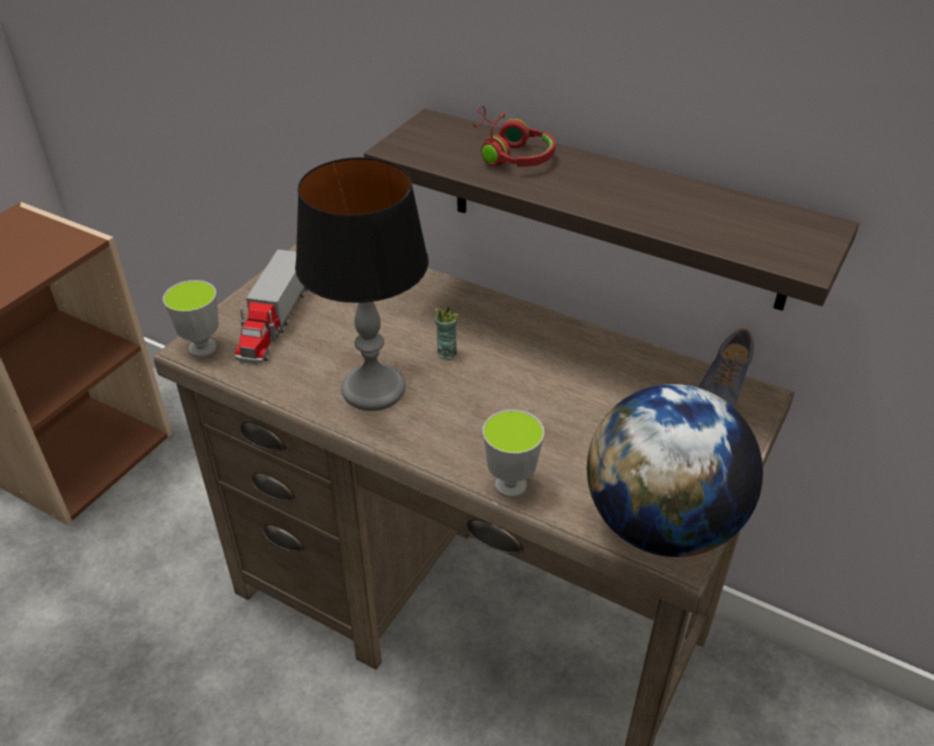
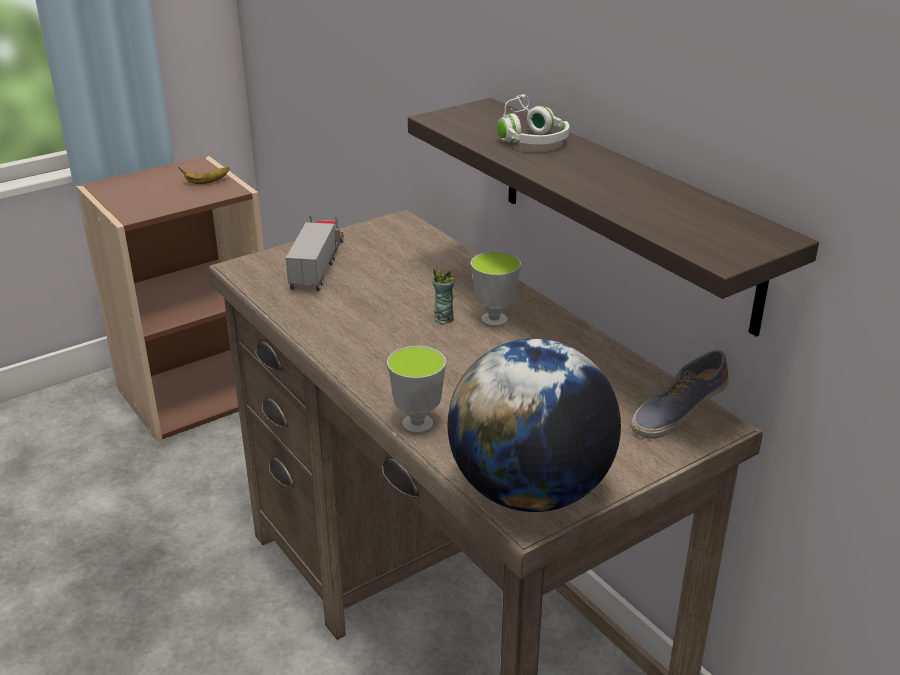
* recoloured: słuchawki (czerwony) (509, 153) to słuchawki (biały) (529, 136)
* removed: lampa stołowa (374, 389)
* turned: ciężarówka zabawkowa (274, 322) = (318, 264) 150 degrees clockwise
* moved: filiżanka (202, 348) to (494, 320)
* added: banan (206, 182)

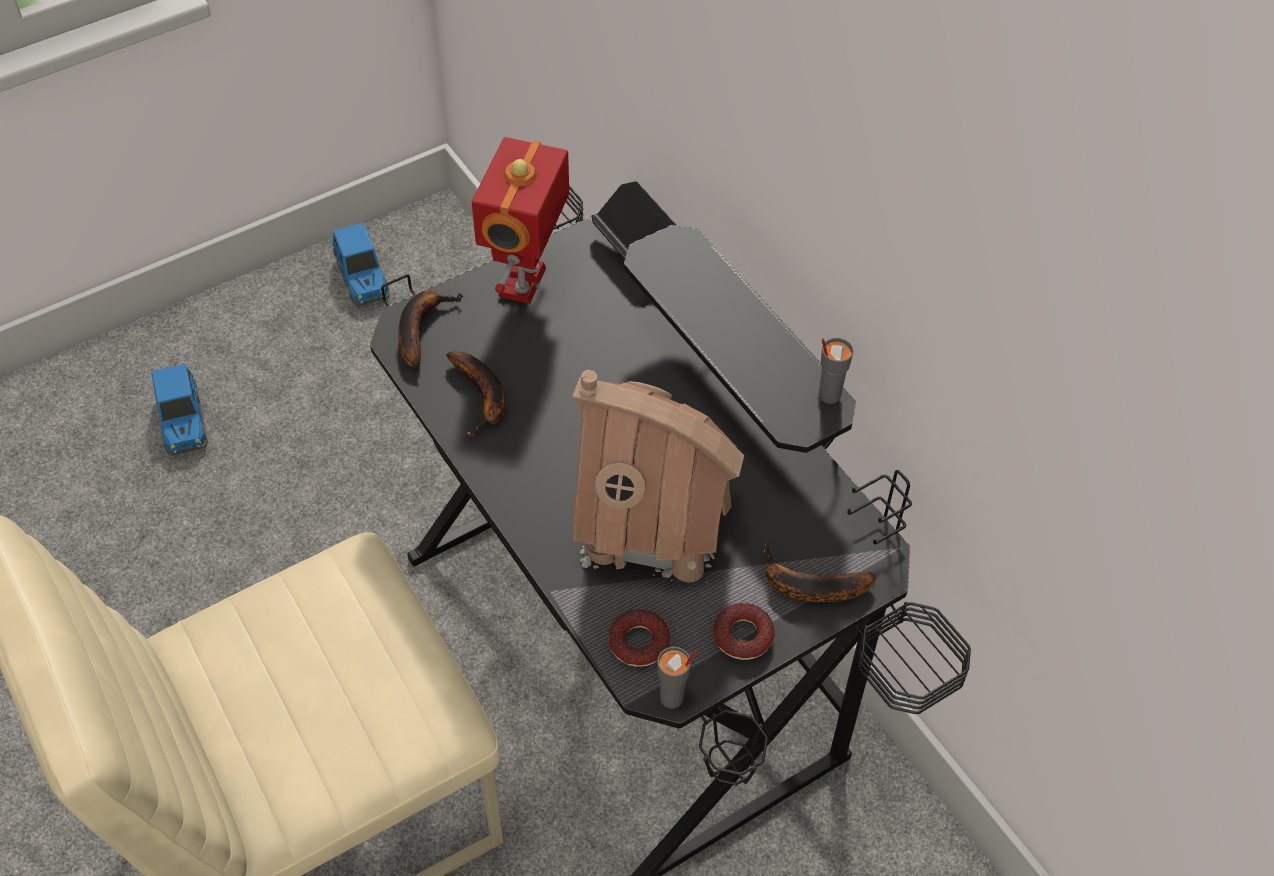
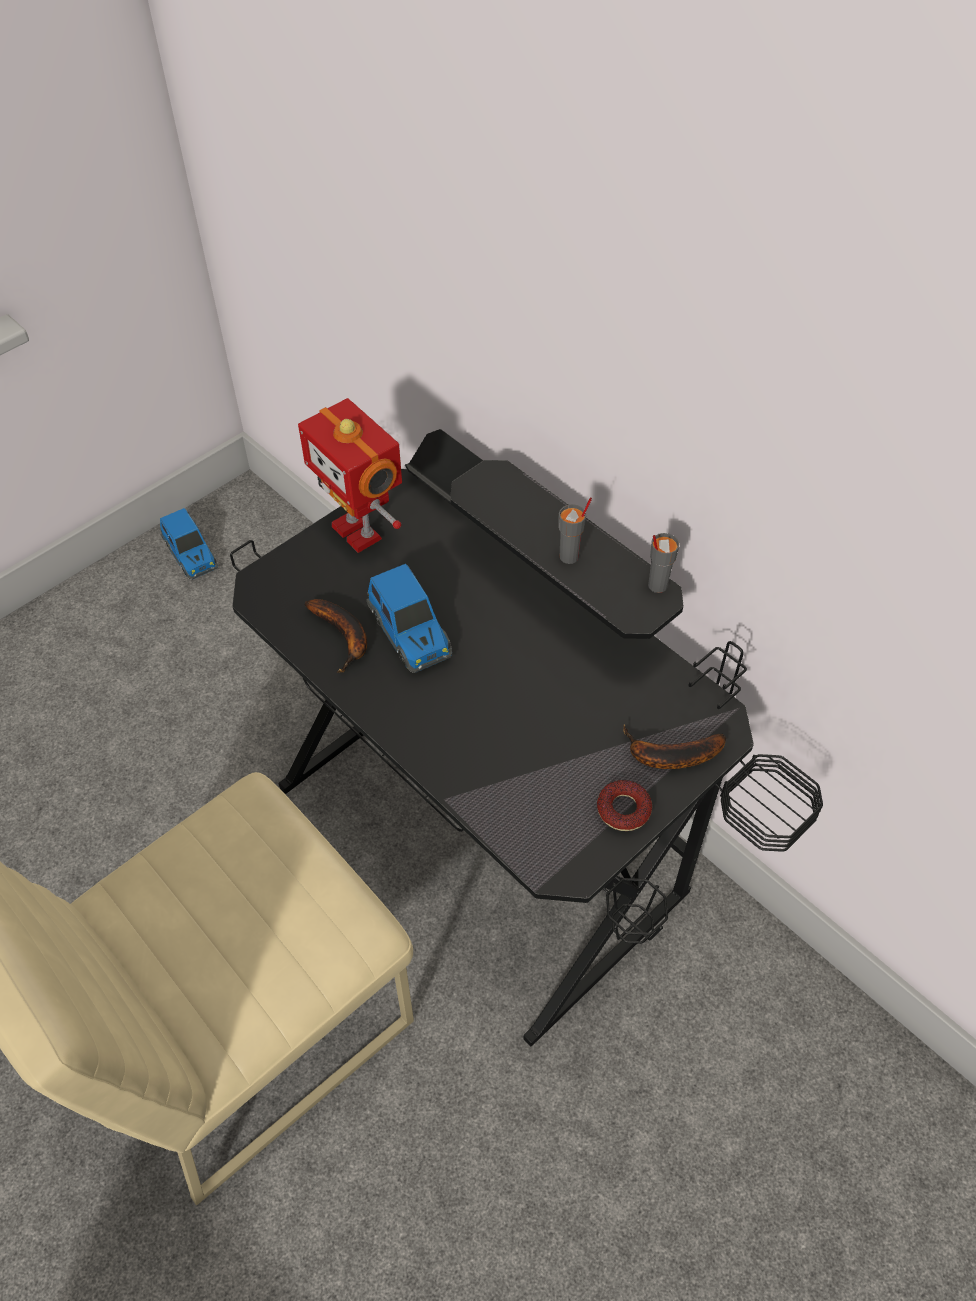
* turned: robot zabawkowy (526, 283) = (359, 531) 45 degrees counterclockwise
* removed: banan (421, 328)
* moved: samochodzik (183, 422) to (410, 633)
* removed: domek (653, 524)
* removed: donut (639, 643)
* moved: filiżanka (szary) (672, 698) to (569, 557)

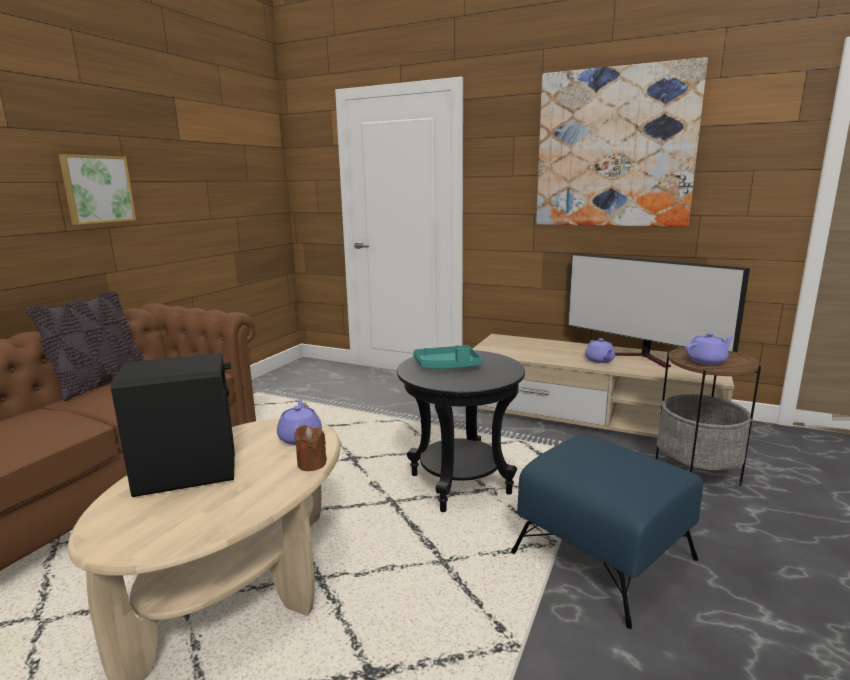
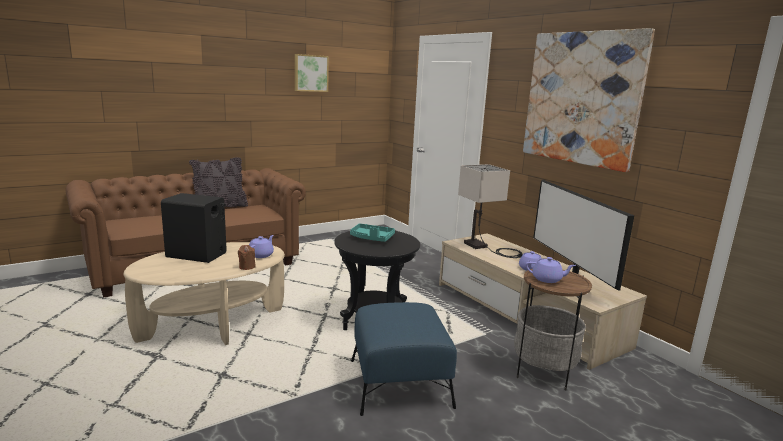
* moved: obraz (97, 189) to (310, 73)
* added: lampa stołowa (489, 249)

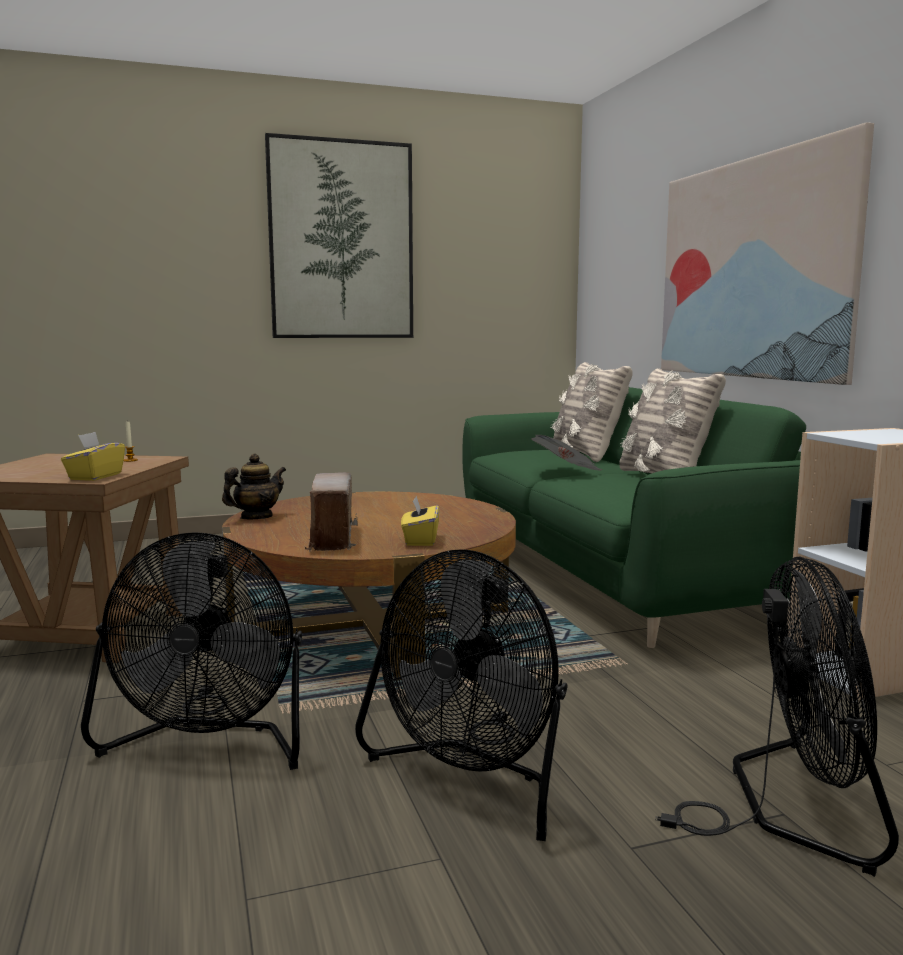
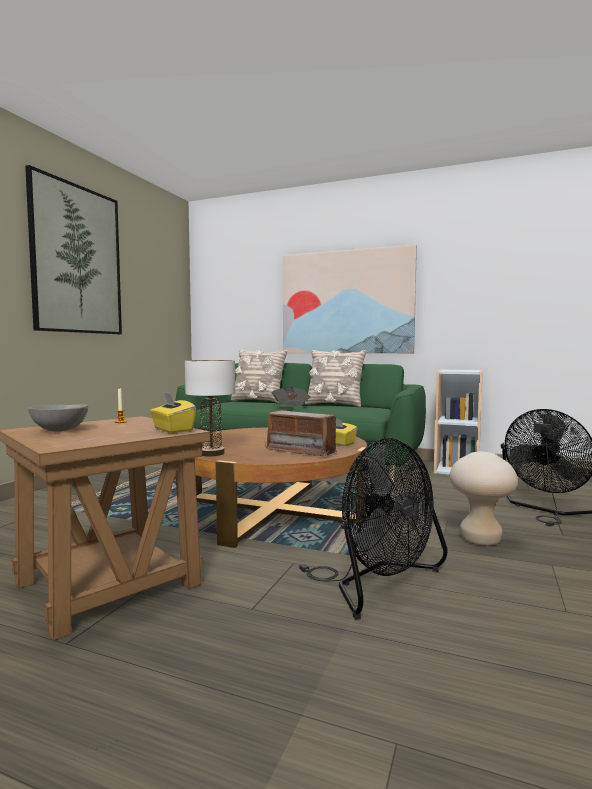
* replaced: imbryk (256, 517) to lampa stołowa (211, 453)
* replaced: wentylator (czarny) (471, 774) to stołek (beżowy) (480, 540)
* added: miska (szary) (59, 430)

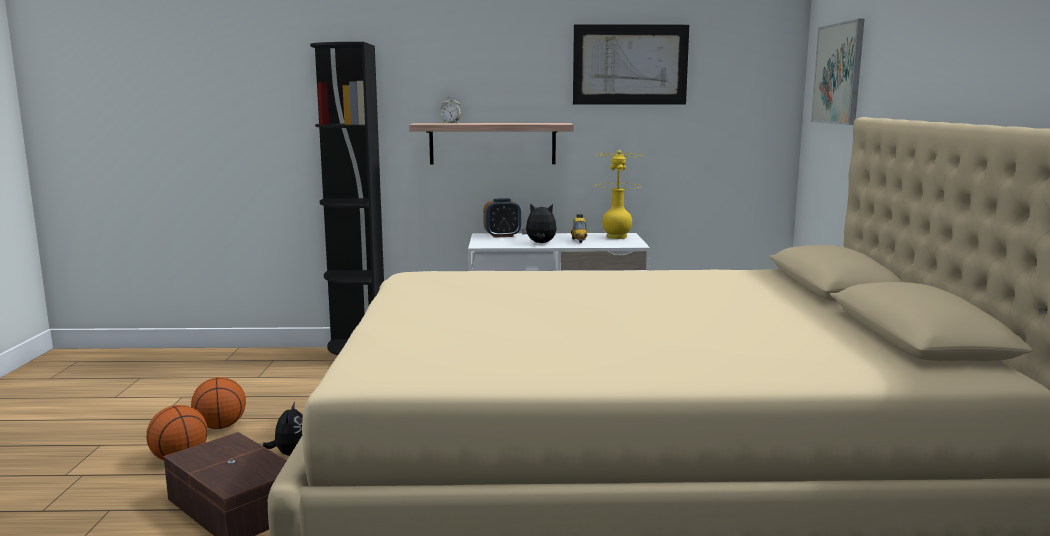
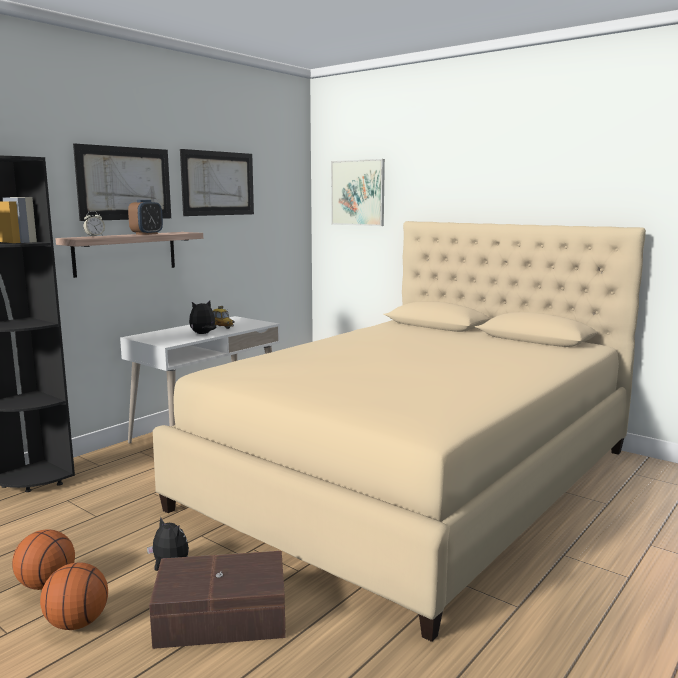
* removed: lampa stołowa (żółty) (616, 237)
* moved: budzik (502, 236) to (147, 234)
* added: obraz (125, 183)

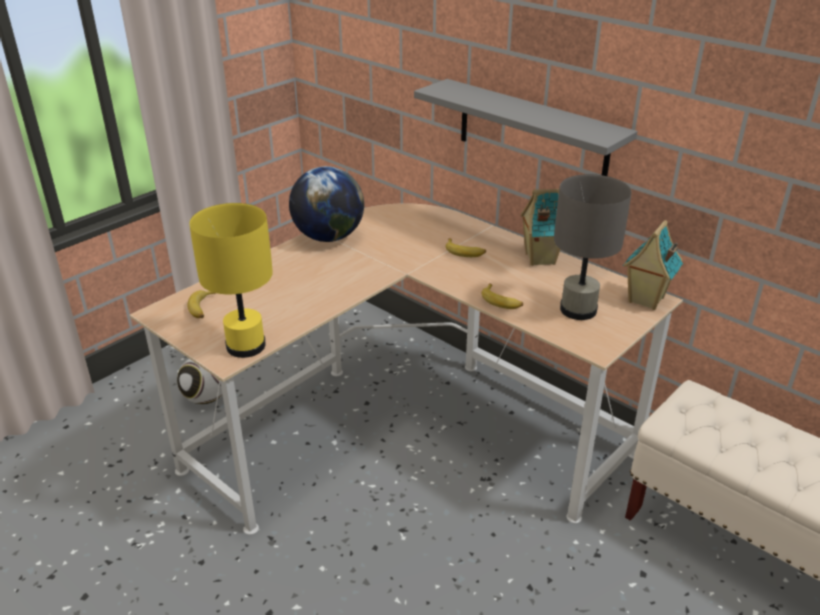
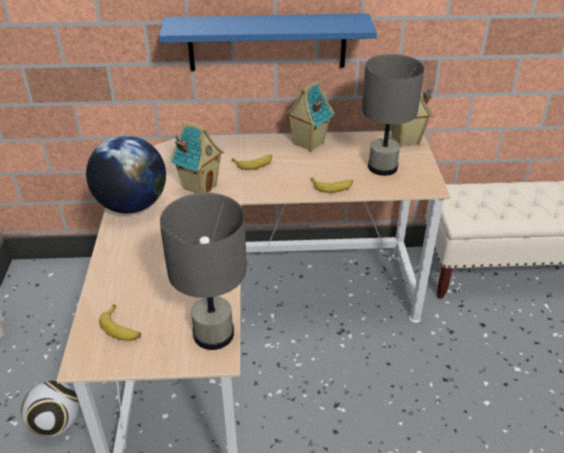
* recoloured: półka (szary) (532, 132) to półka (niebieski) (267, 42)
* recoloured: lampa stołowa (żółty) (245, 346) to lampa stołowa (szary) (212, 334)
* added: domek (199, 187)

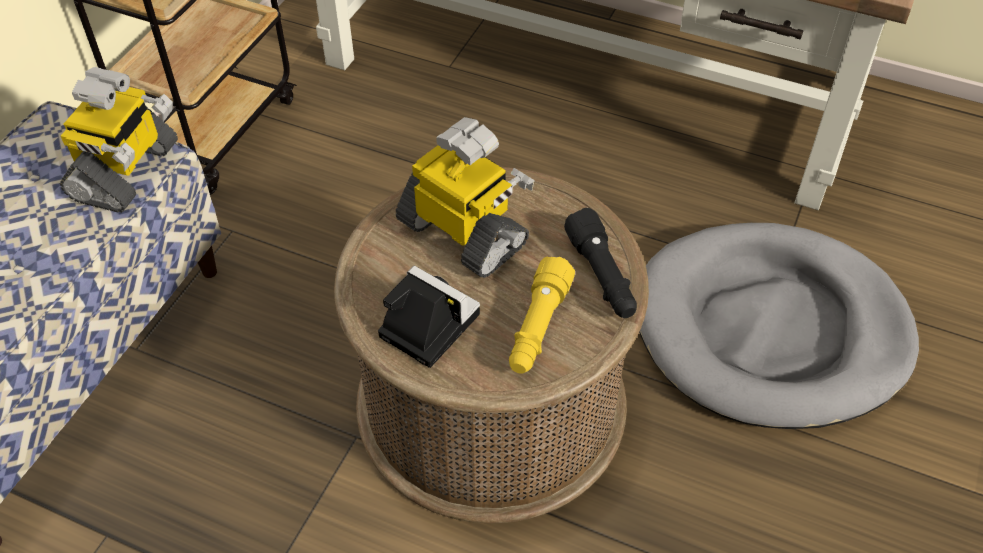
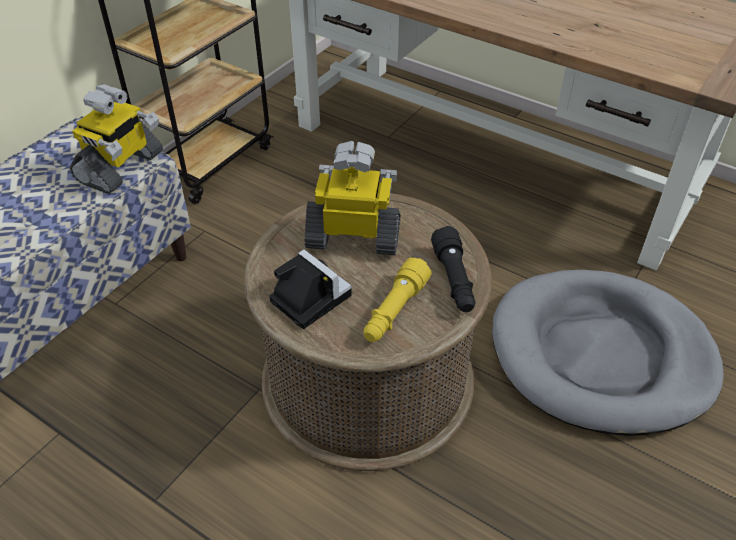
* turned: robot zabawkowy (465, 233) = (354, 236) 45 degrees counterclockwise

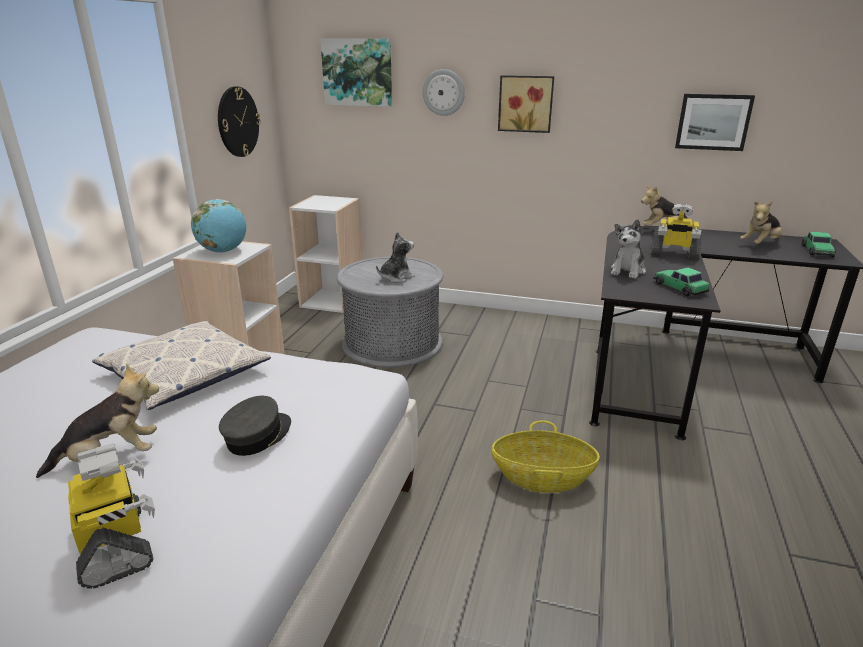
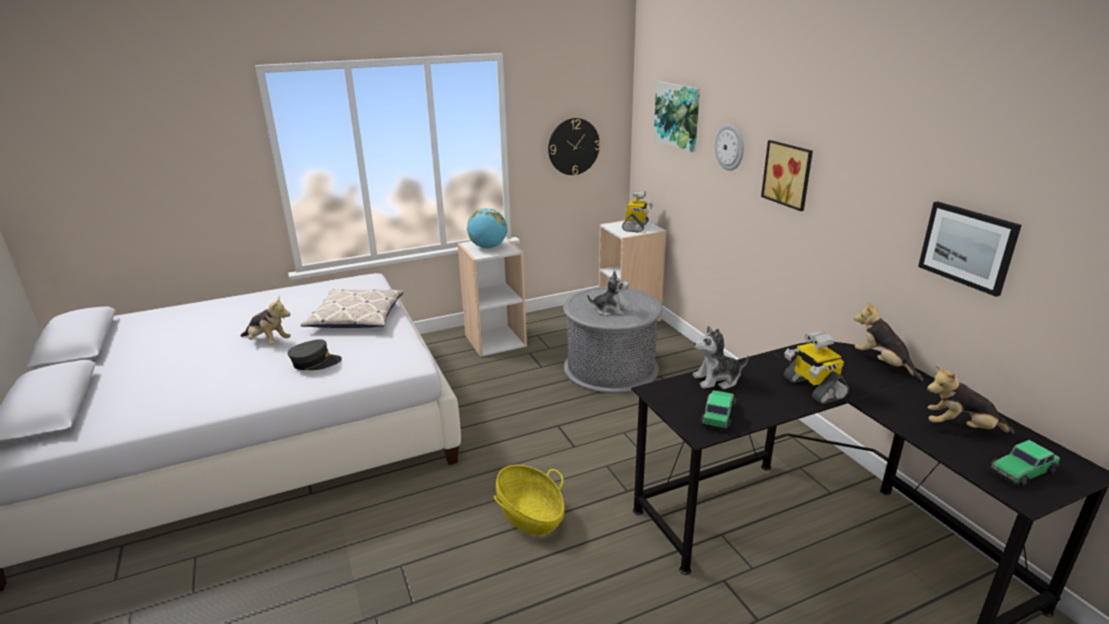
* moved: robot zabawkowy (117, 545) to (636, 227)

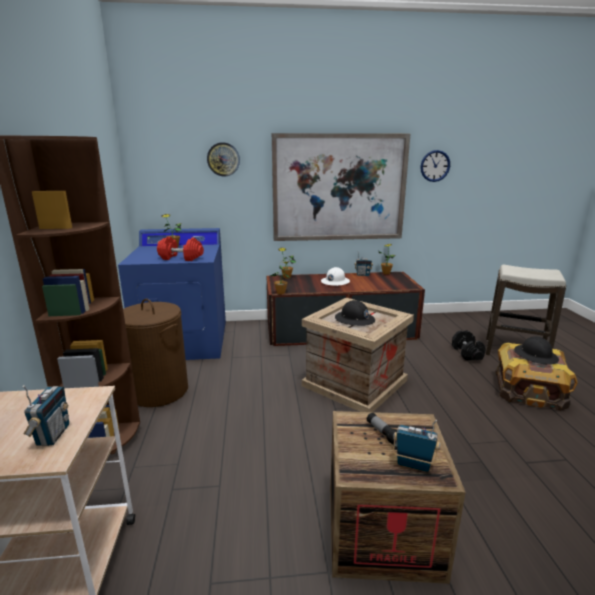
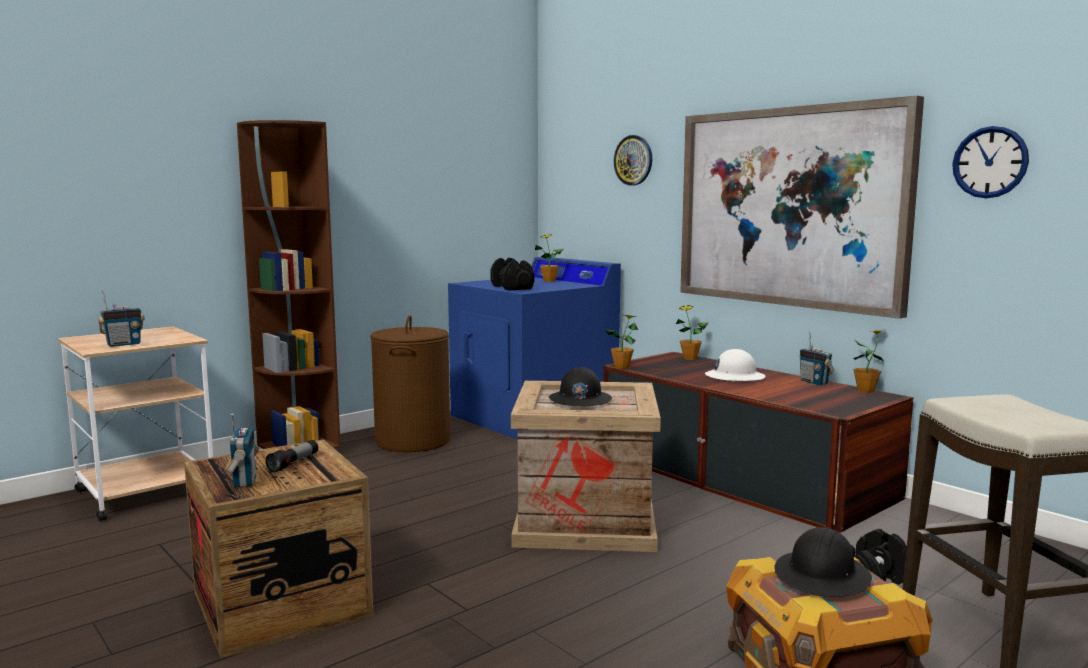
* recoloured: hantel (czerwony) (181, 258) to hantel (czarny) (512, 287)

